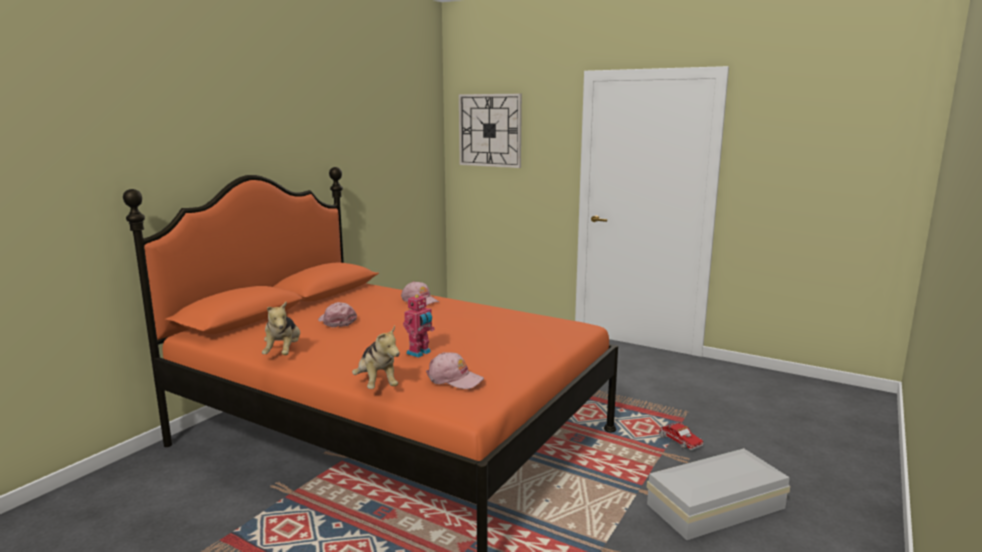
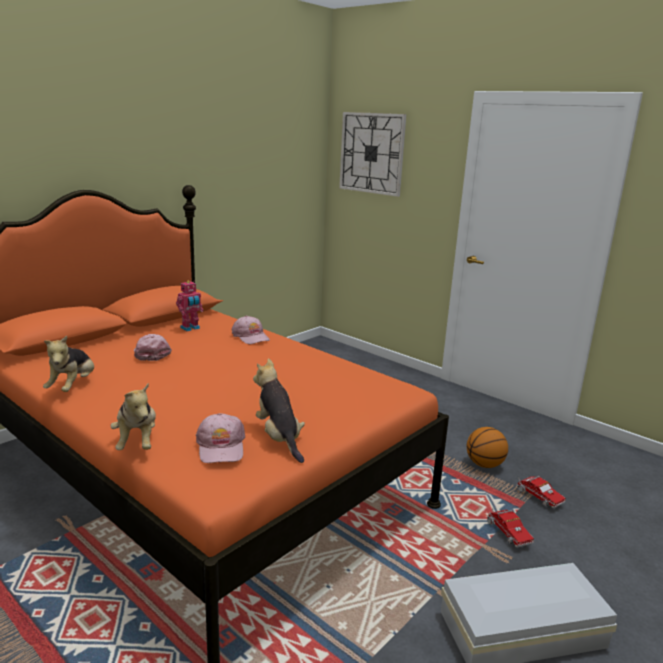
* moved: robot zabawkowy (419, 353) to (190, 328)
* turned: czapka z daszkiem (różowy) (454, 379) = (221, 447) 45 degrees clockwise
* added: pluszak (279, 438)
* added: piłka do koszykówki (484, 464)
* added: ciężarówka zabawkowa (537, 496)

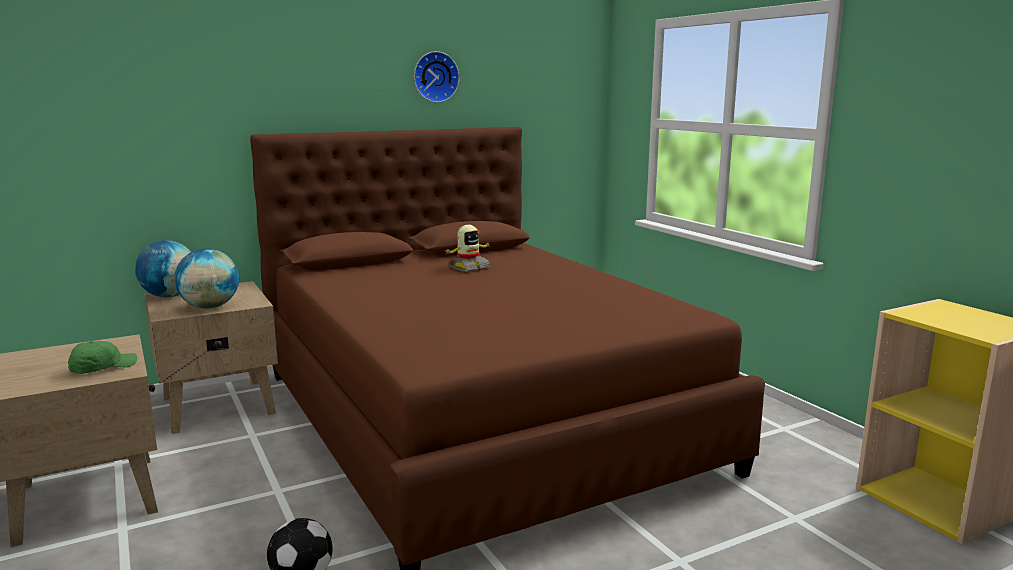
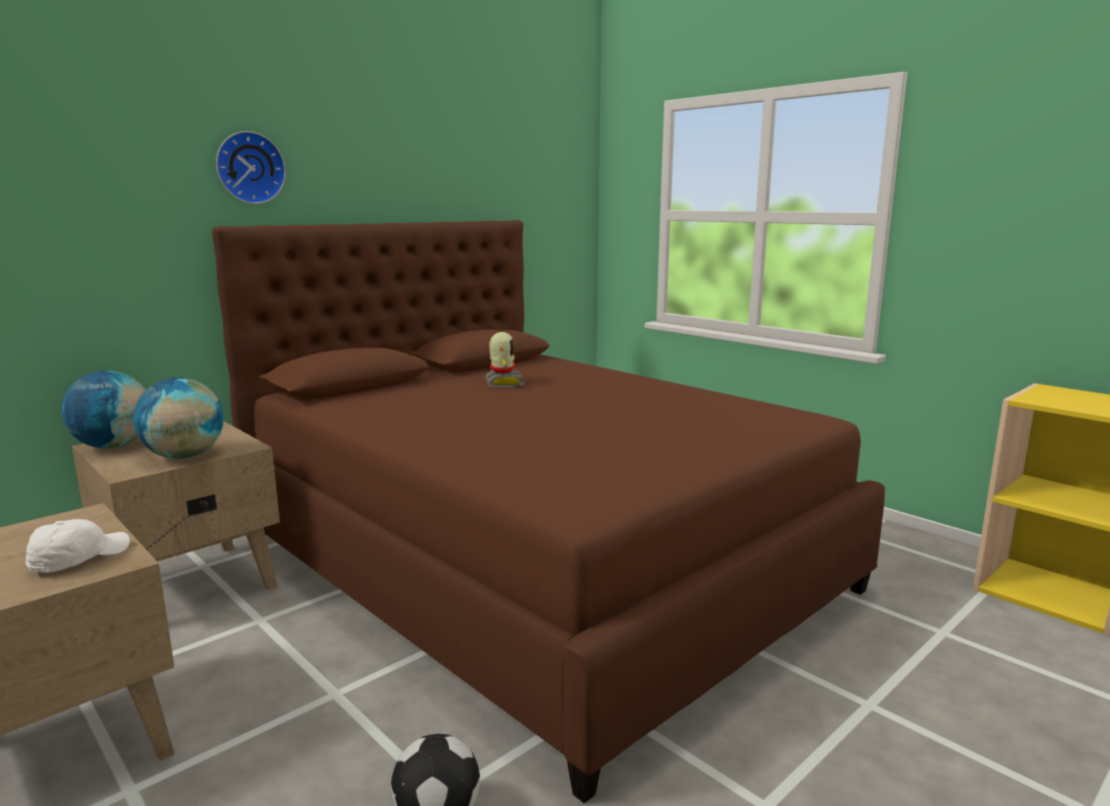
* moved: zegar ścienny (435, 77) to (249, 168)
* turned: robot zabawkowy (468, 267) = (503, 383) 45 degrees counterclockwise
* recoloured: czapka z daszkiem (zielony) (102, 368) to czapka z daszkiem (biały) (78, 559)

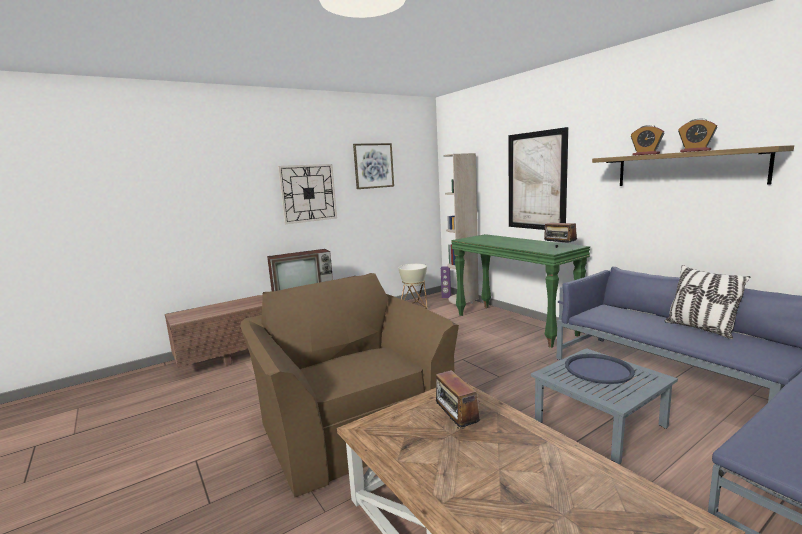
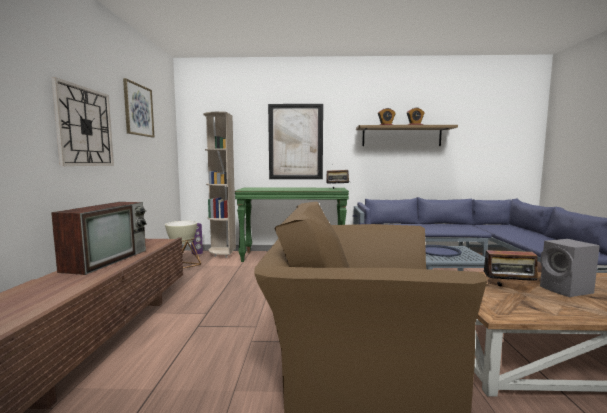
* removed: poduszka (700, 329)
* added: głośnik (szary) (567, 290)

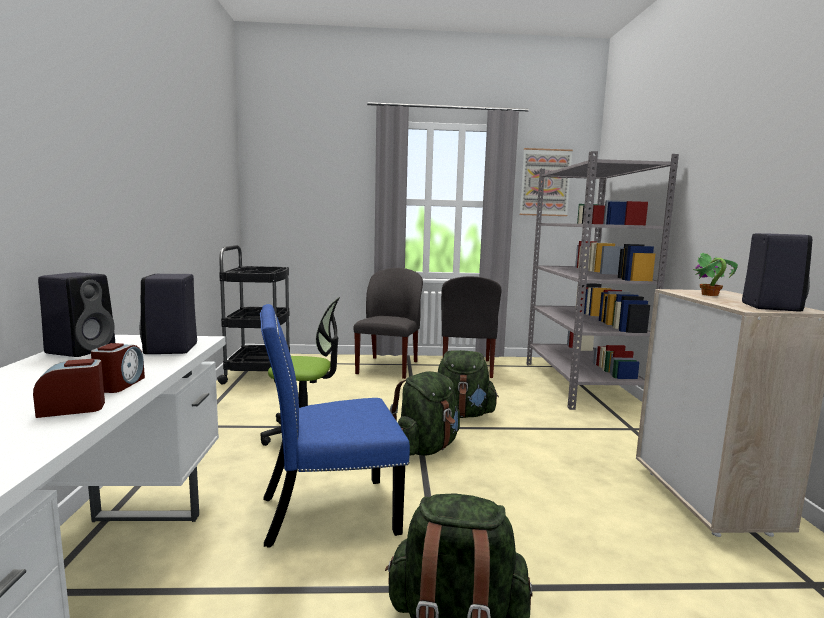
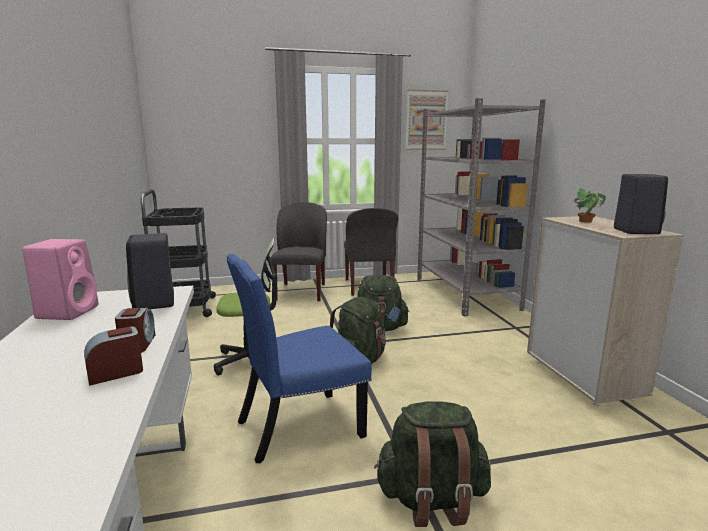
* recoloured: głośnik (czarny) (82, 350) to głośnik (różowy) (68, 311)

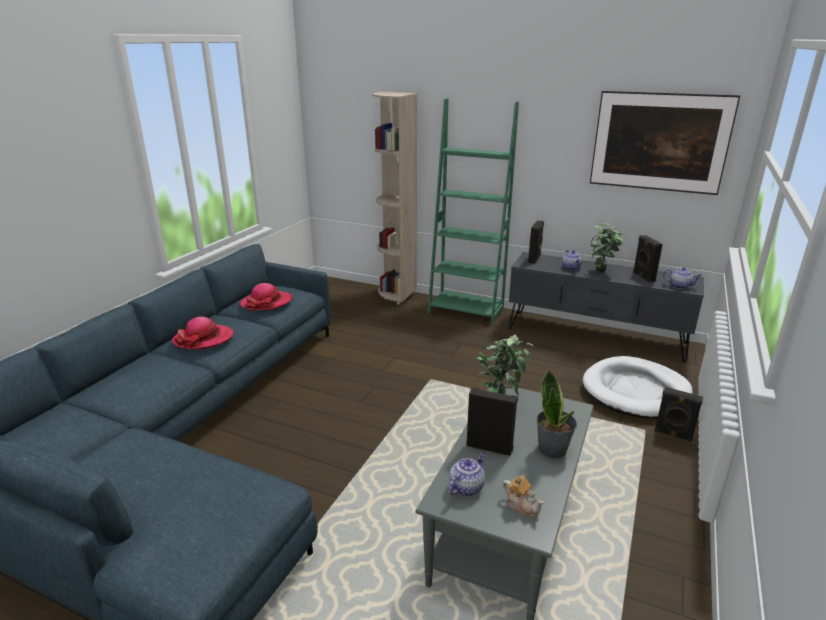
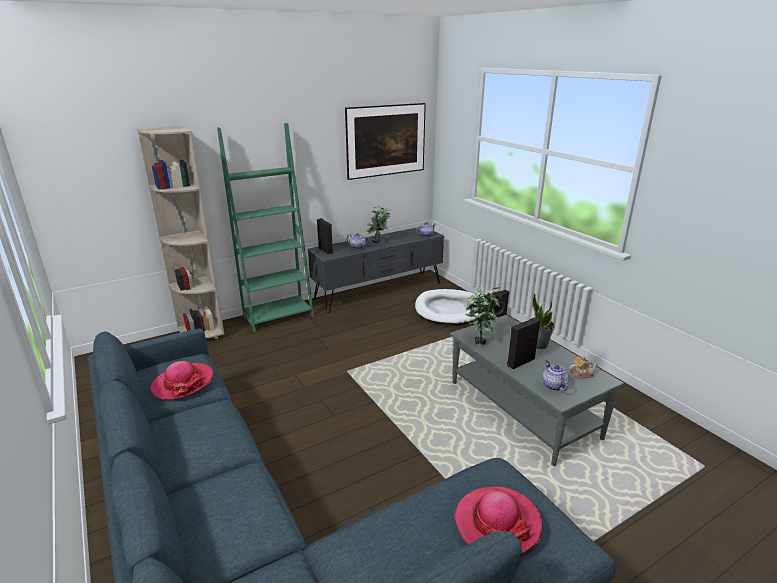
* removed: głośnik (czarny) (643, 277)
* moved: kapelusz (203, 339) to (497, 522)

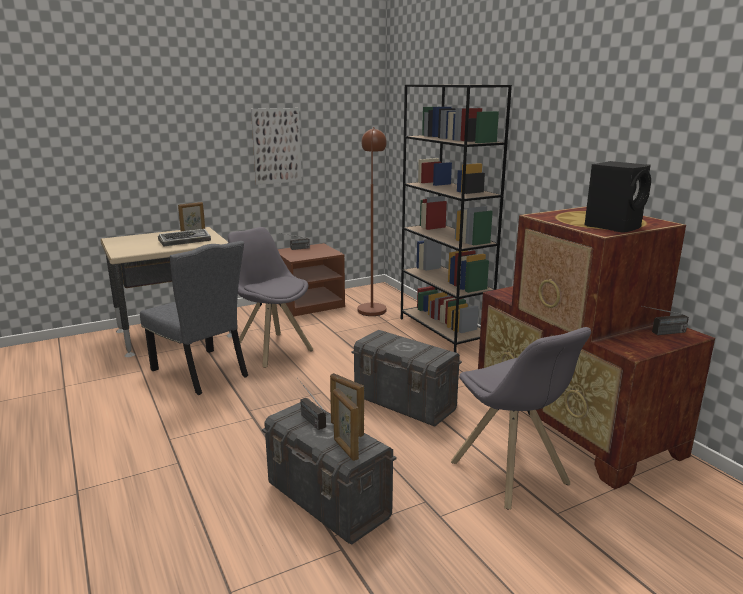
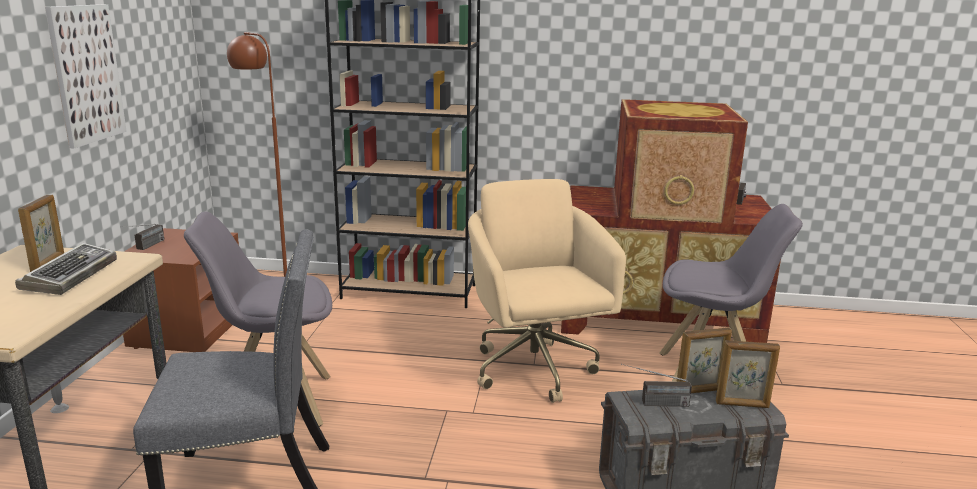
* removed: głośnik (czarny) (614, 226)
* replaced: pojemnik do przechowywania (szary) (404, 403) to krzesło biurowe (beżowy) (536, 373)

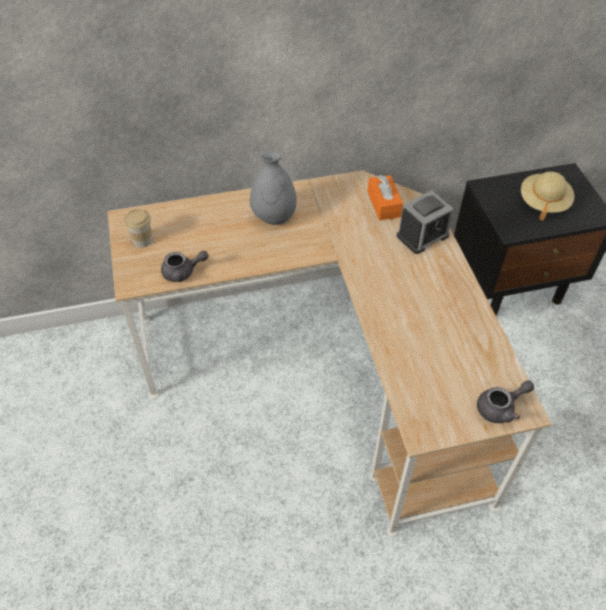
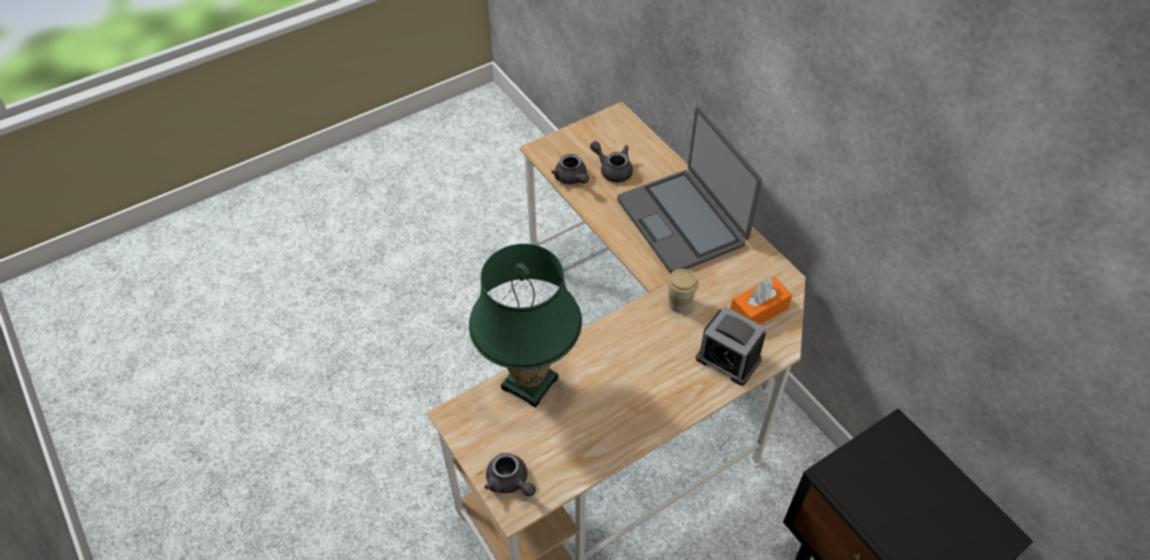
* replaced: wazon (szary) (274, 217) to laptop (682, 221)
* removed: kapelusz (beżowy) (543, 202)
* moved: filiżanka (142, 240) to (680, 303)
* added: imbryk (szary) (612, 170)
* added: lampa stołowa (zielony) (530, 383)

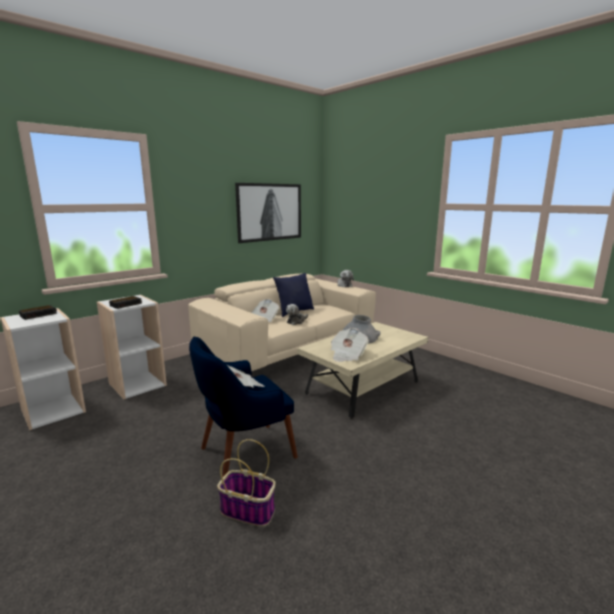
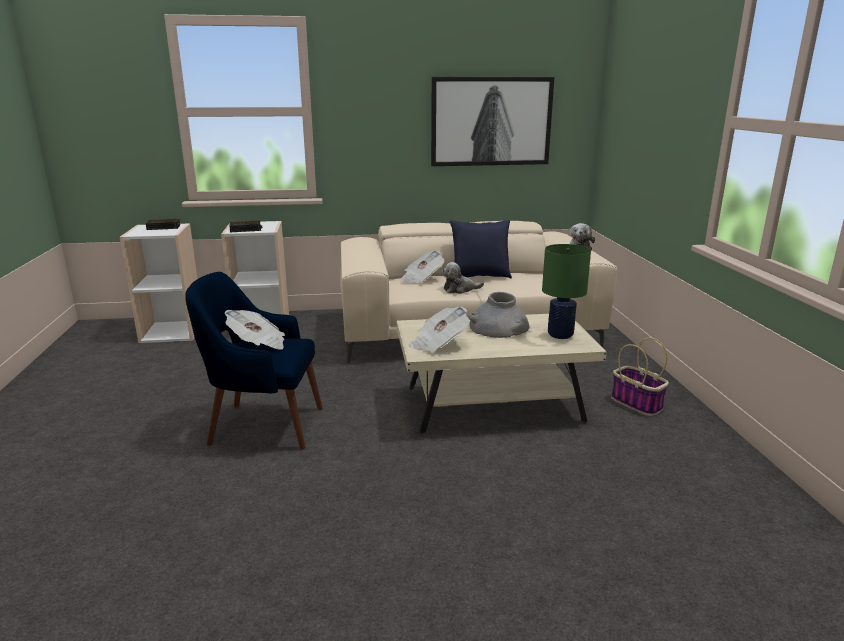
* moved: koszyk (249, 510) to (637, 403)
* added: lampa stołowa (zielony) (559, 336)

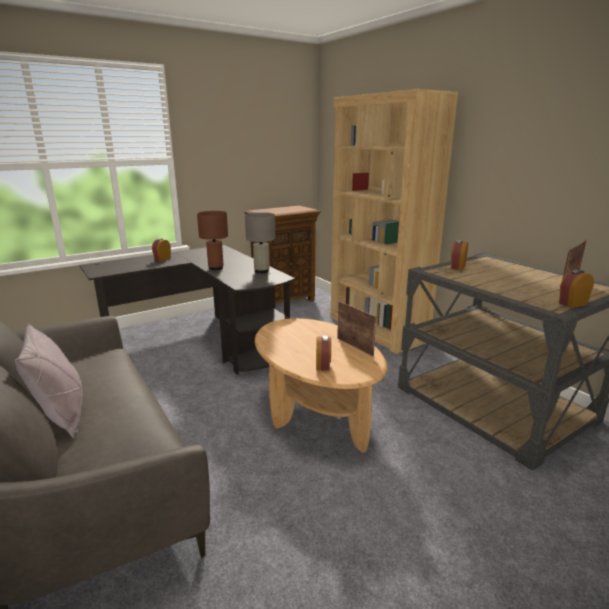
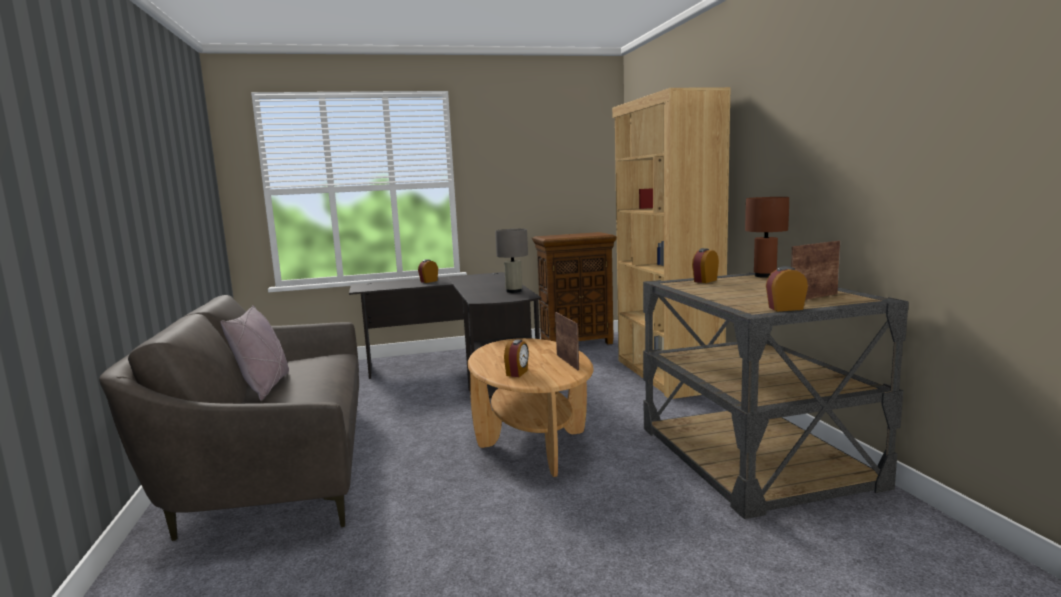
* moved: lampa stołowa (brązowy) (215, 268) to (765, 276)

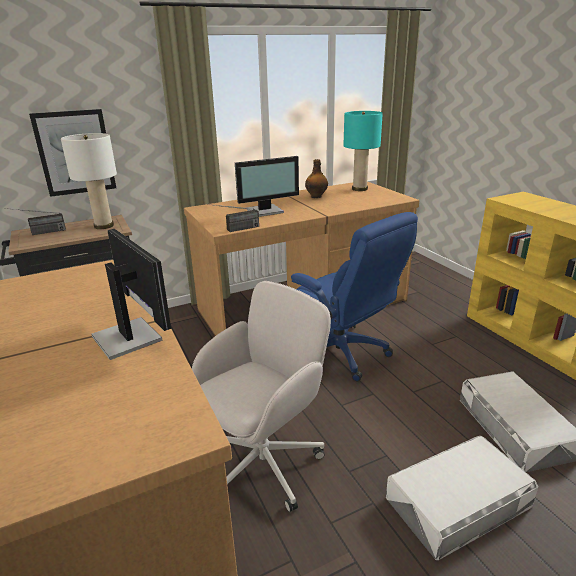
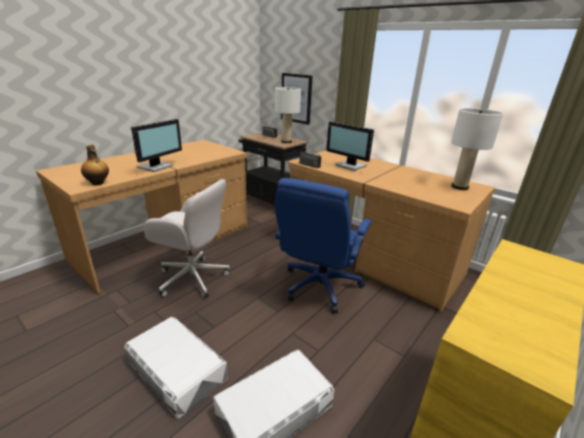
* recoloured: lampa stołowa (turkusowy) (360, 189) to lampa stołowa (biały) (460, 187)
* moved: butelka (316, 196) to (98, 183)

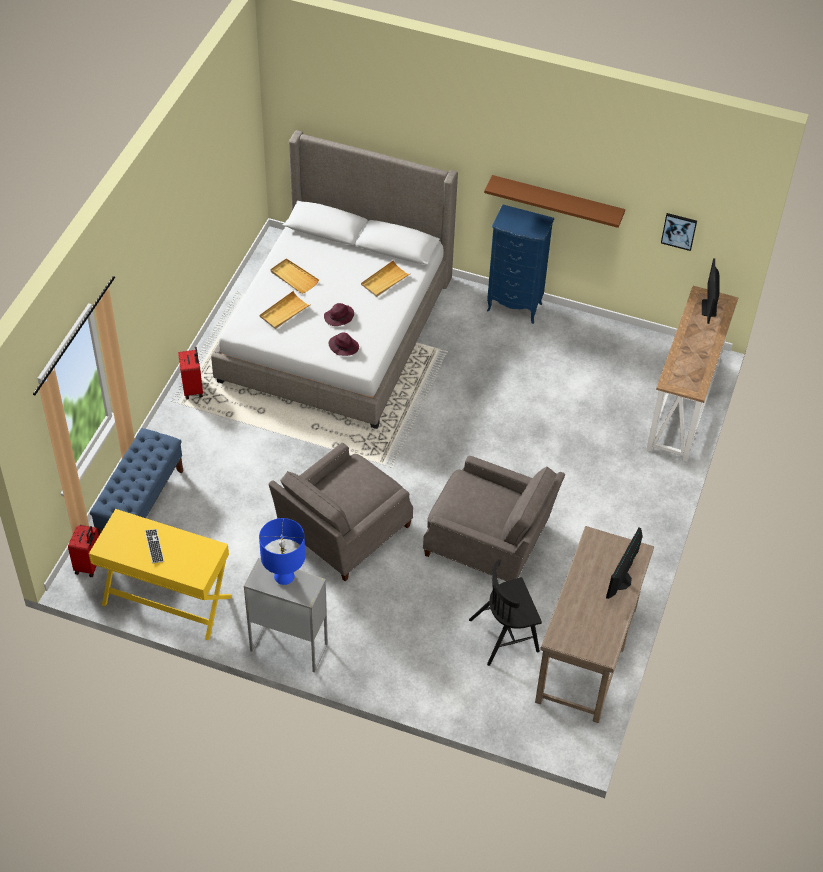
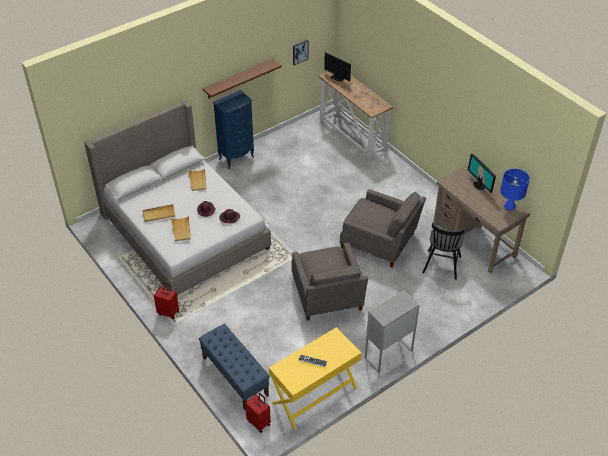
* turned: fotel (szary) (489, 541) = (379, 241) 60 degrees clockwise
* moved: lampa stołowa (niebieski) (284, 578) to (509, 207)

